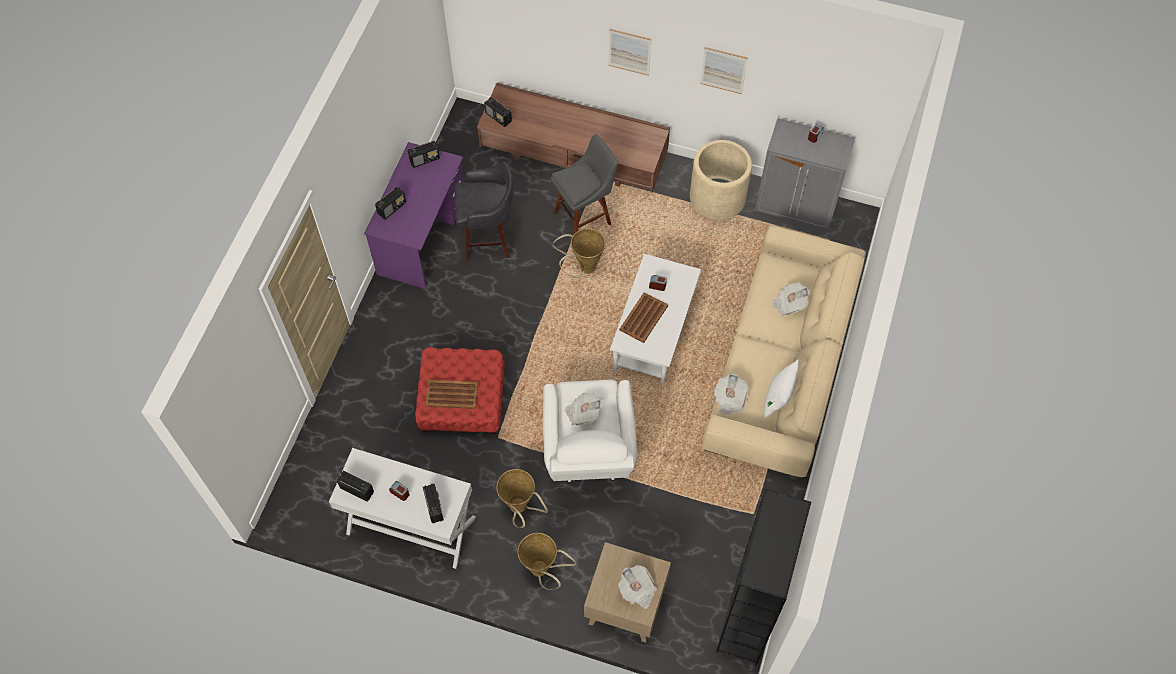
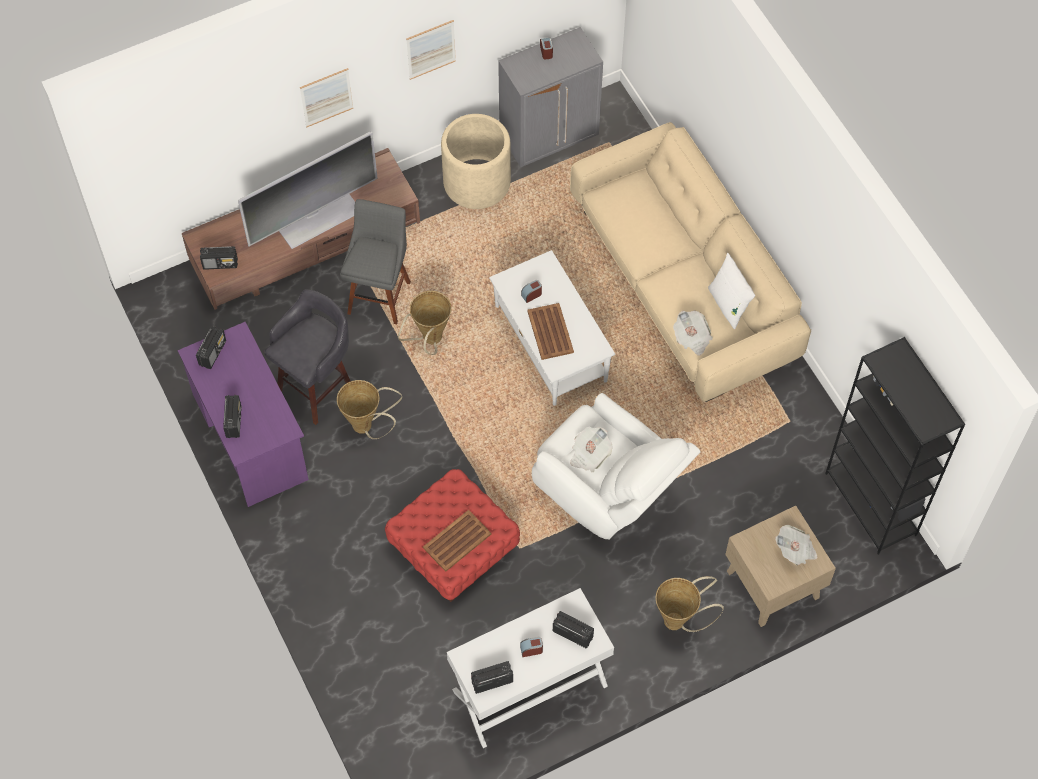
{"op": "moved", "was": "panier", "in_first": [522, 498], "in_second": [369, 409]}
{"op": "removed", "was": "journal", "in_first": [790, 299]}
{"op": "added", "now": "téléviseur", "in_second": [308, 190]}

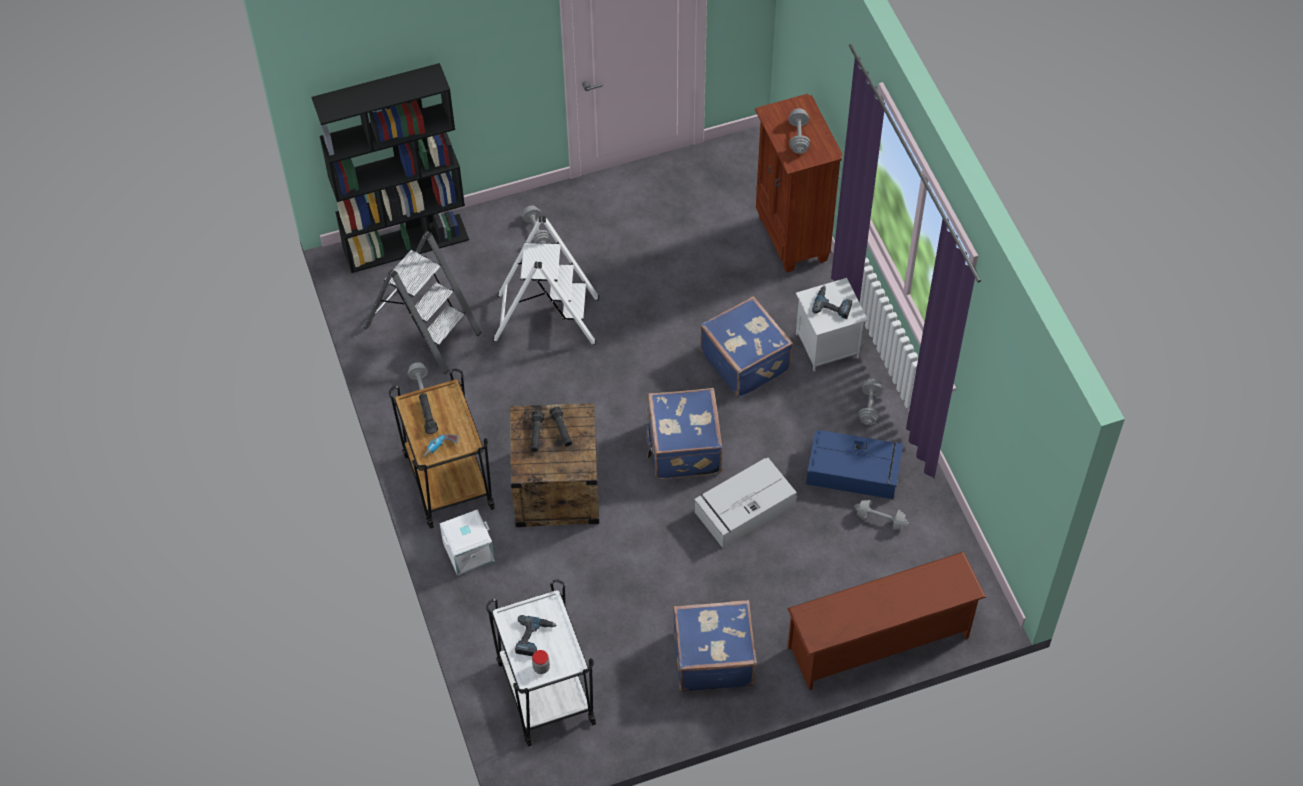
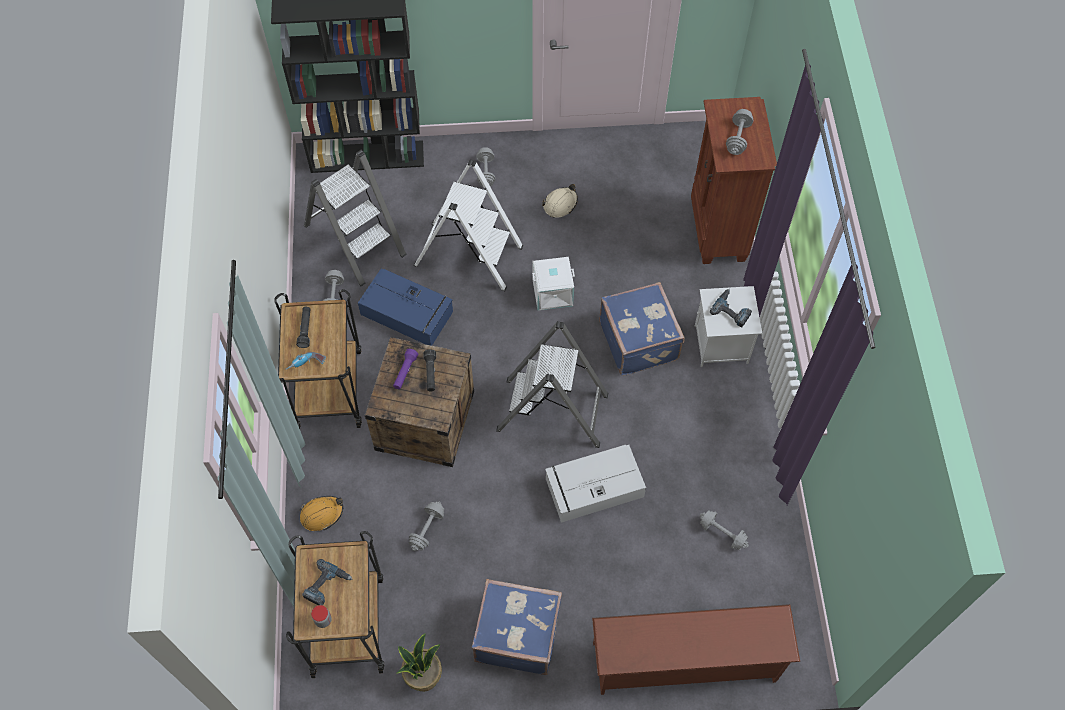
{"op": "moved", "was": "boîte de rangement (blanc)", "in_first": [467, 542], "in_second": [553, 284]}
{"op": "recoloured", "was": "chariot (blanc)", "now": "chariot (marron)", "in_first": [541, 662], "in_second": [335, 604]}
{"op": "recoloured", "was": "lampe de poche (noir)", "now": "lampe de poche (violet)", "in_first": [537, 431], "in_second": [405, 369]}
{"op": "replaced", "was": "valise (bleu)", "now": "escabeau (gris)", "in_first": [684, 433], "in_second": [552, 384]}
{"op": "moved", "was": "boîte de rangement (bleu)", "in_first": [854, 464], "in_second": [405, 307]}
{"op": "moved", "was": "haltère (gris)", "in_first": [870, 402], "in_second": [426, 526]}
{"op": "added", "now": "casque de chantier (orange)", "in_second": [321, 513]}
{"op": "added", "now": "plante en pot", "in_second": [419, 662]}
{"op": "added", "now": "casque de chantier (beige)", "in_second": [560, 201]}

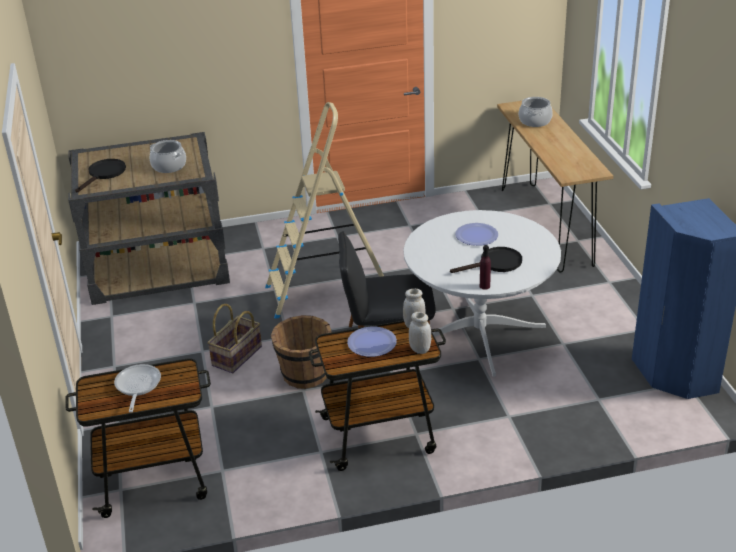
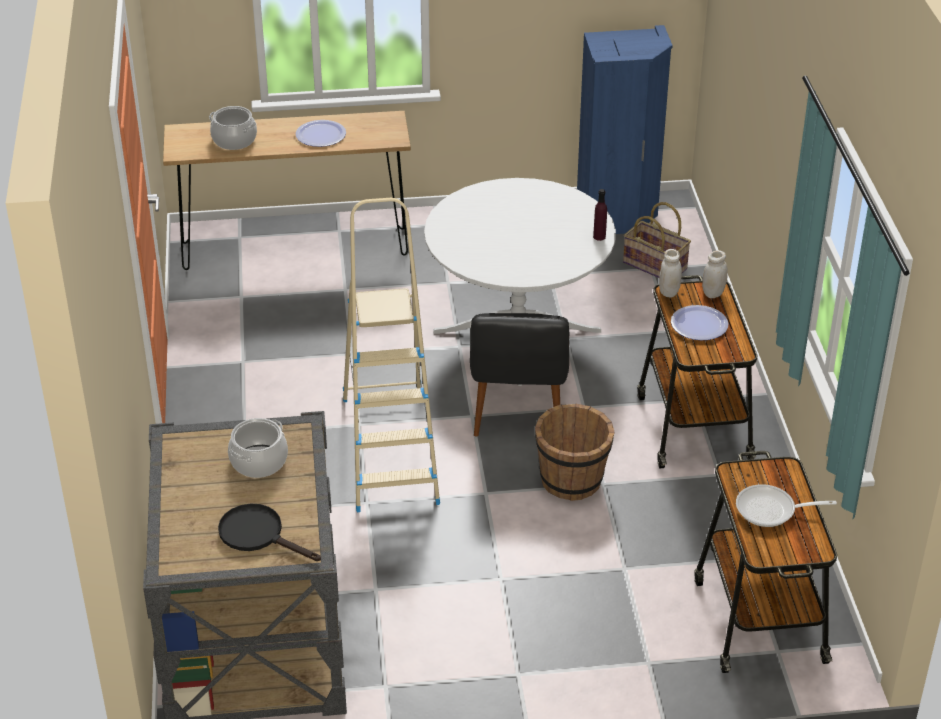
{"op": "moved", "was": "panier", "in_first": [234, 338], "in_second": [657, 240]}
{"op": "removed", "was": "poêle (noir)", "in_first": [486, 260]}
{"op": "moved", "was": "assiette", "in_first": [476, 234], "in_second": [321, 133]}

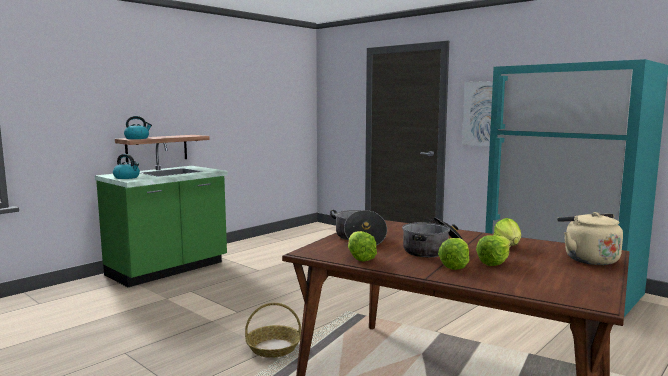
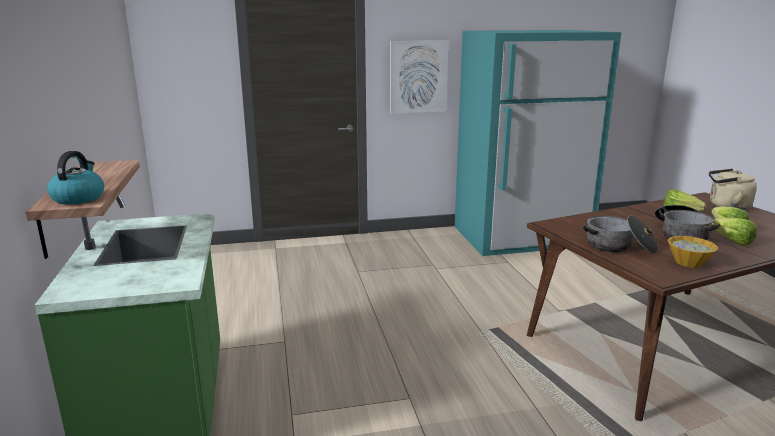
{"op": "removed", "was": "bouilloire", "in_first": [126, 166]}
{"op": "removed", "was": "panier", "in_first": [273, 330]}
{"op": "replaced", "was": "laitue", "now": "bol", "in_first": [362, 246], "in_second": [692, 252]}

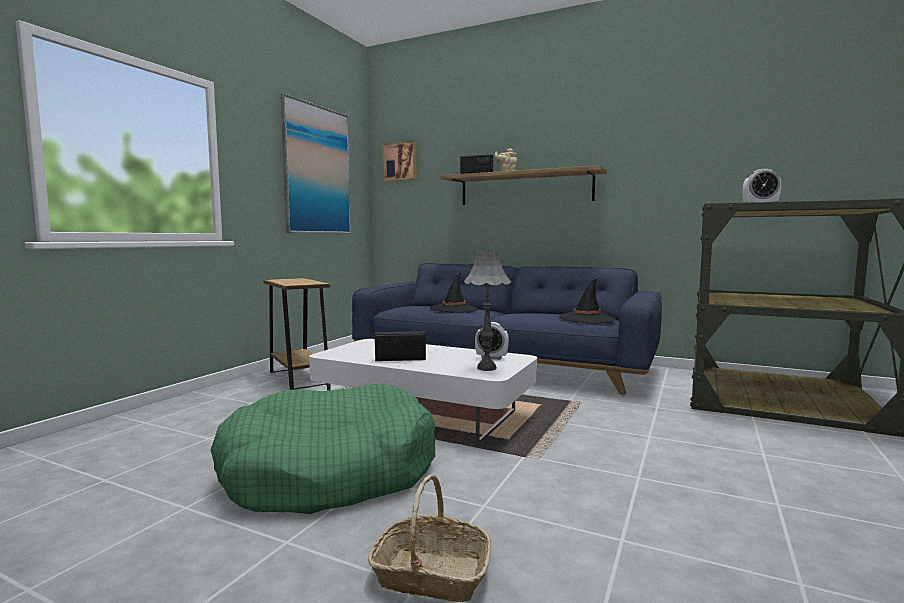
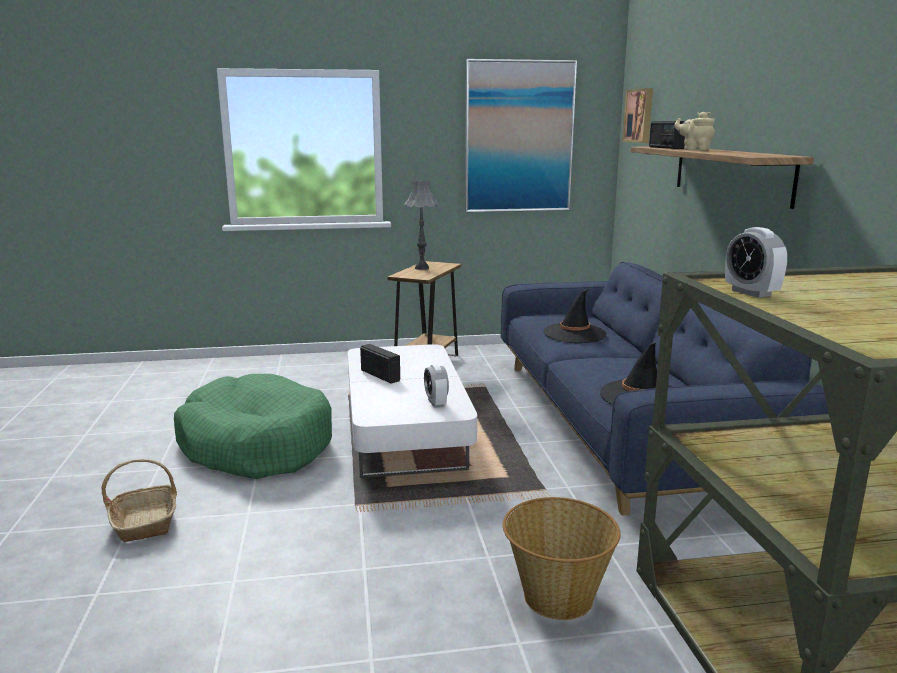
{"op": "moved", "was": "lampe de table (gris)", "in_first": [487, 311], "in_second": [421, 225]}
{"op": "added", "now": "panier", "in_second": [561, 558]}

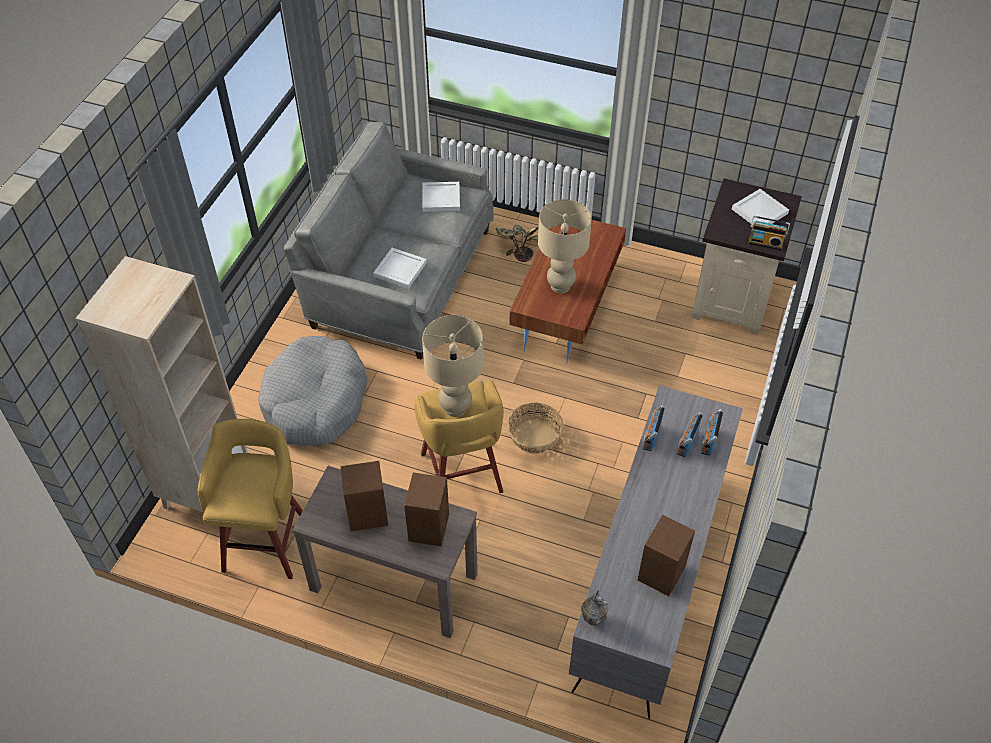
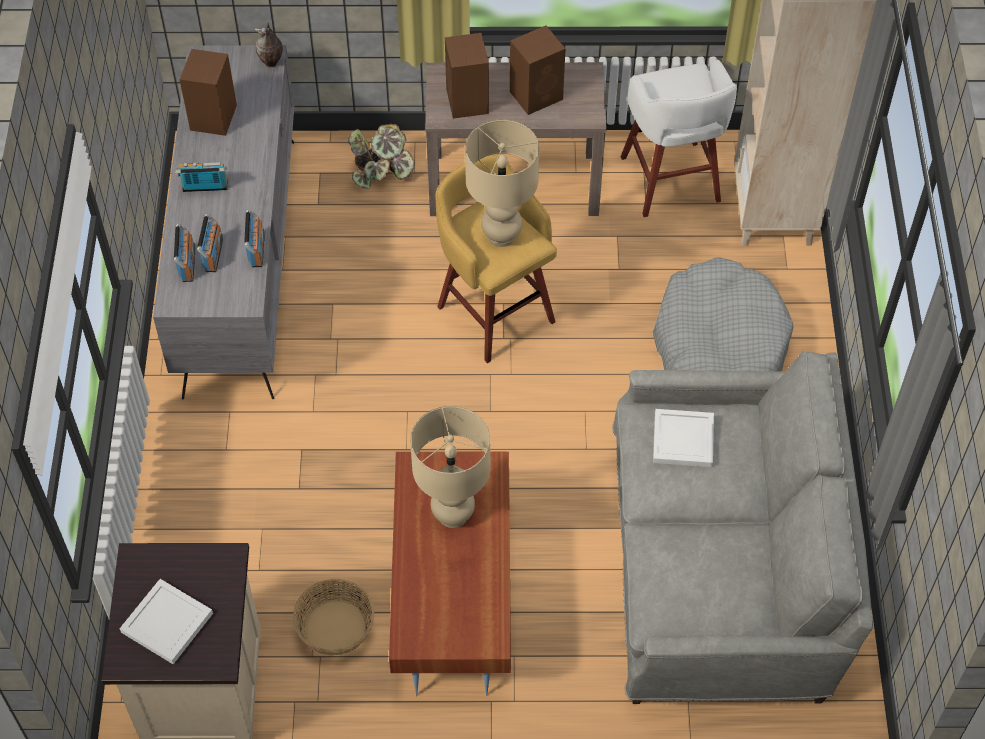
{"op": "recoloured", "was": "tabouret (jaune)", "now": "tabouret (blanc)", "in_first": [250, 499], "in_second": [679, 138]}
{"op": "removed", "was": "plateau (blanc)", "in_first": [441, 197]}
{"op": "moved", "was": "plante en pot", "in_first": [517, 243], "in_second": [381, 156]}
{"op": "moved", "was": "panier", "in_first": [535, 428], "in_second": [334, 617]}
{"op": "moved", "was": "radio", "in_first": [769, 233], "in_second": [201, 177]}

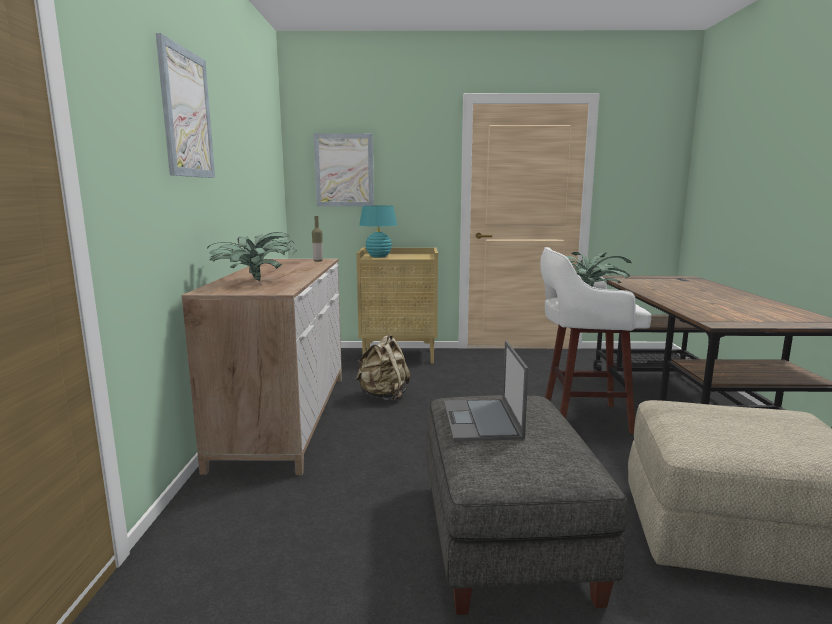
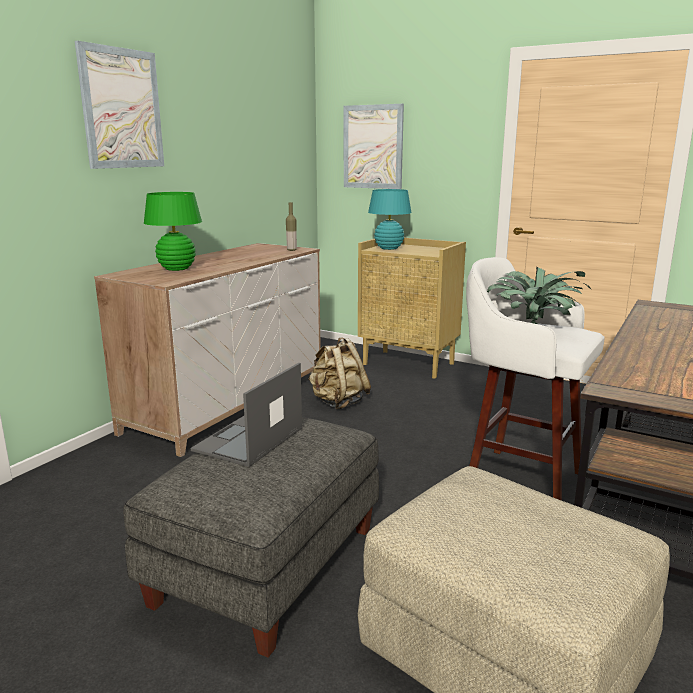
{"op": "replaced", "was": "plante en pot", "now": "lampe de table (vert)", "in_first": [252, 256], "in_second": [173, 231]}

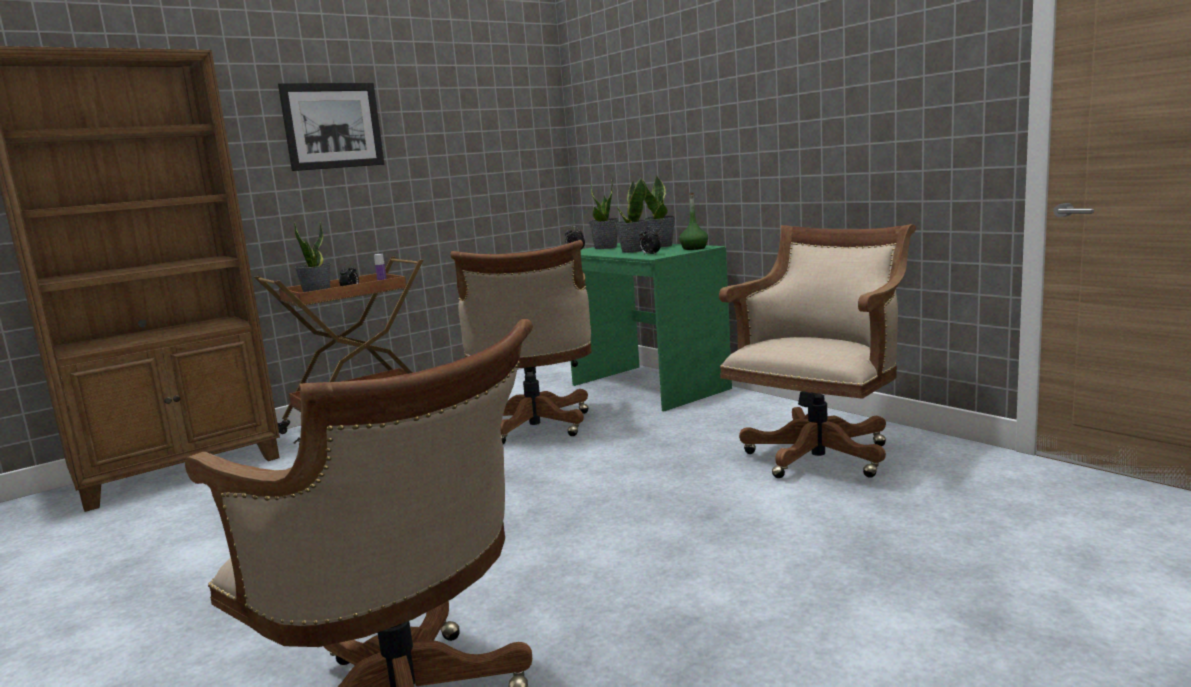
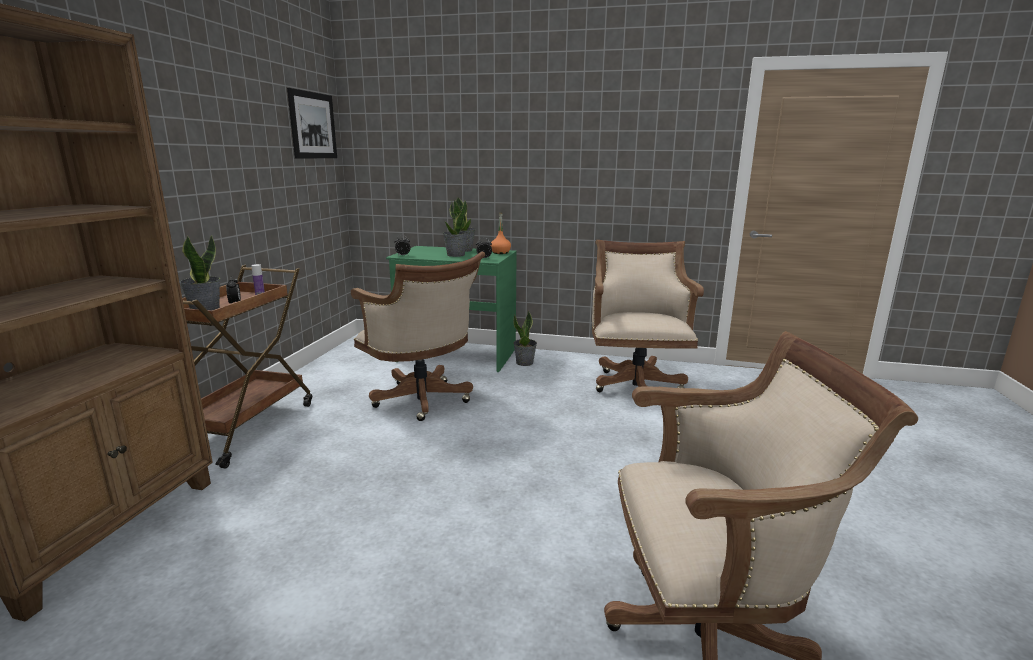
{"op": "moved", "was": "tableau", "in_first": [331, 127], "in_second": [312, 123]}
{"op": "moved", "was": "plante en pot", "in_first": [603, 213], "in_second": [525, 338]}
{"op": "recoloured", "was": "bouteille (vert)", "now": "bouteille (orange)", "in_first": [693, 221], "in_second": [501, 233]}

